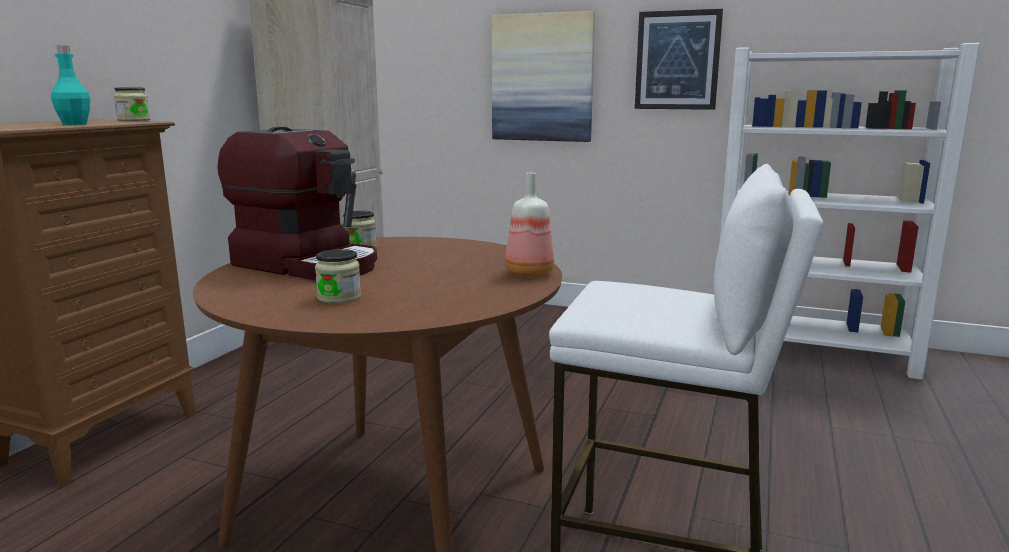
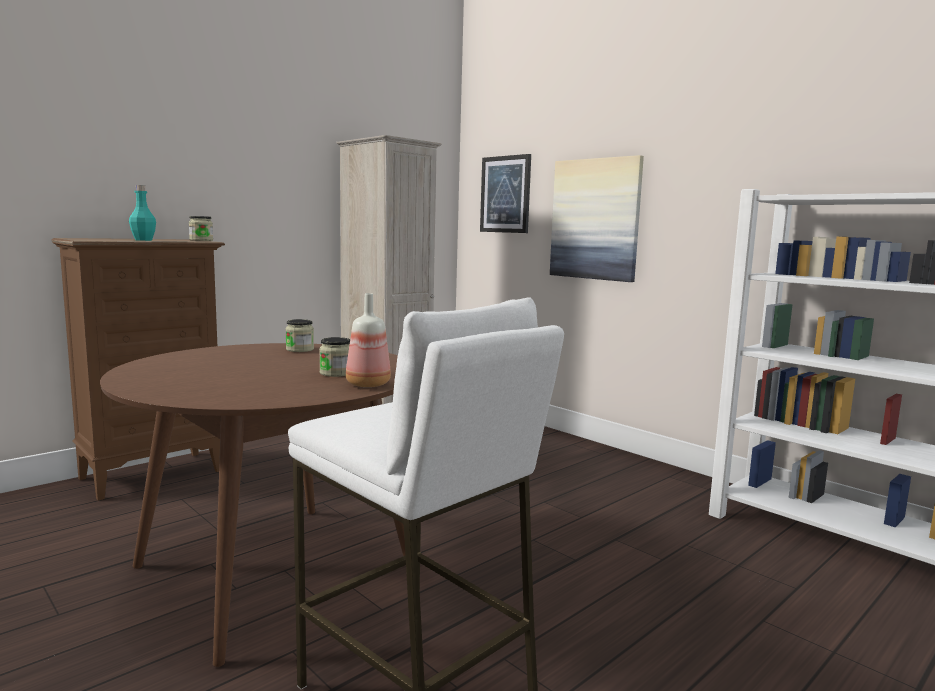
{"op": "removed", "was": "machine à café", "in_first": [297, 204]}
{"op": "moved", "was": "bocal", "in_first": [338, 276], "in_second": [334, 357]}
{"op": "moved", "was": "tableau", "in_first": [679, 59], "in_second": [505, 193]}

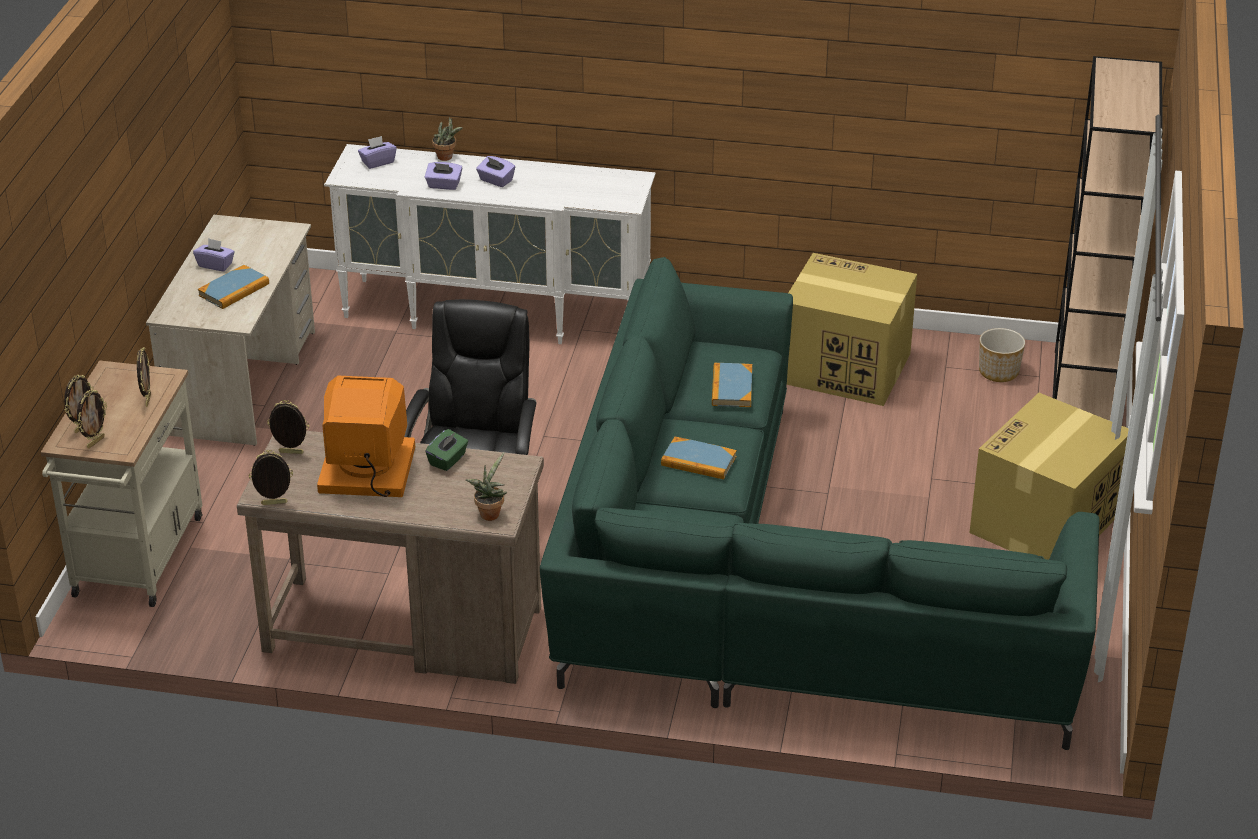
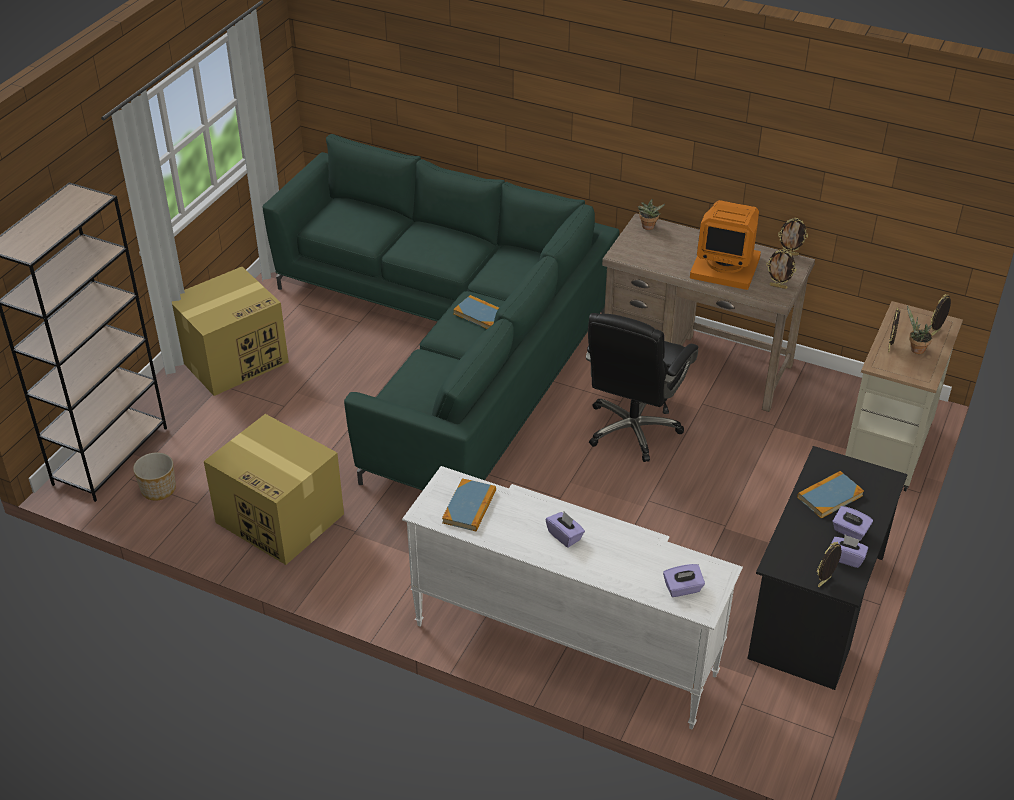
{"op": "moved", "was": "cadre photo", "in_first": [92, 418], "in_second": [829, 564]}
{"op": "recoloured", "was": "bureau (beige)", "now": "bureau (noir)", "in_first": [230, 330], "in_second": [827, 568]}
{"op": "moved", "was": "boîte à mouchoirs (violet)", "in_first": [443, 176], "in_second": [849, 551]}
{"op": "removed", "was": "boîte à mouchoirs (vert)", "in_first": [446, 450]}
{"op": "moved", "was": "plante en pot", "in_first": [447, 139], "in_second": [919, 330]}
{"op": "moved", "was": "livre", "in_first": [732, 385], "in_second": [469, 504]}

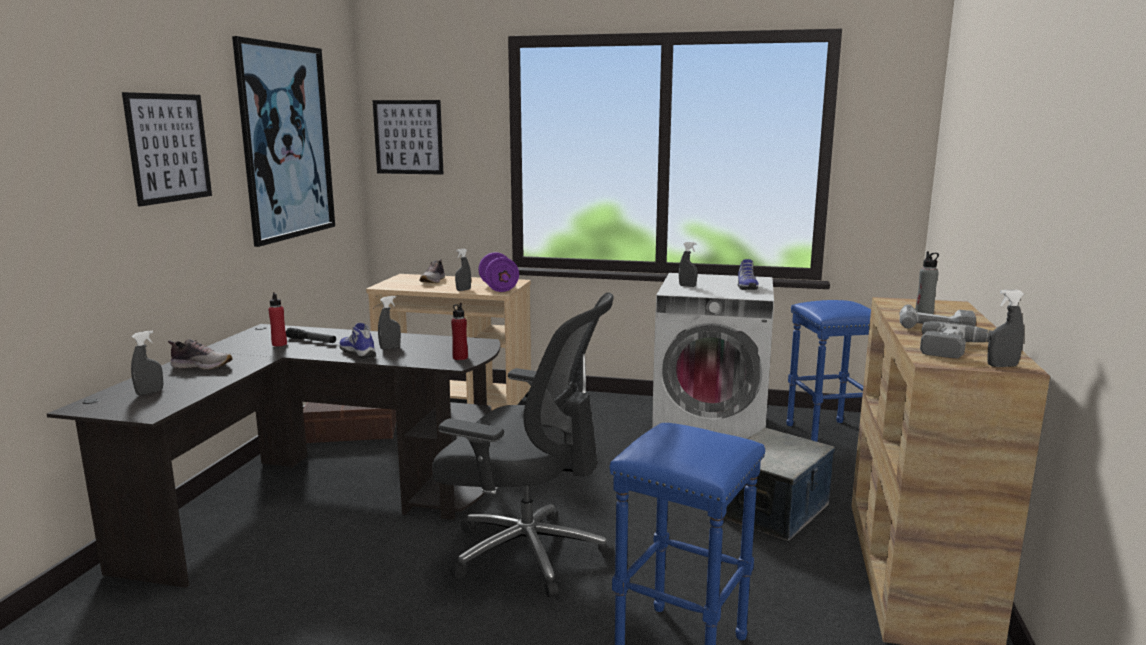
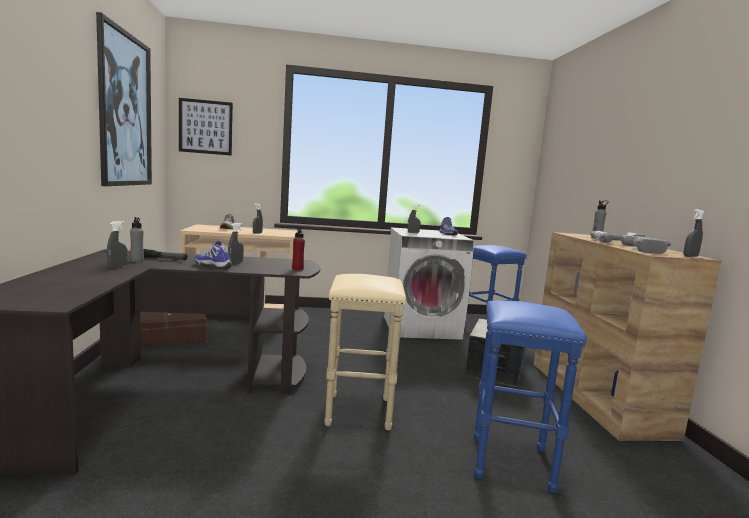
{"op": "removed", "was": "tableau", "in_first": [167, 149]}
{"op": "moved", "was": "vaporisateur (gris)", "in_first": [147, 363], "in_second": [117, 244]}
{"op": "removed", "was": "chaussure", "in_first": [200, 354]}
{"op": "recoloured", "was": "bouteille (rouge)", "now": "bouteille (gris)", "in_first": [277, 319], "in_second": [137, 239]}
{"op": "replaced", "was": "chaise de bureau", "now": "tabouret (beige)", "in_first": [523, 445], "in_second": [365, 352]}
{"op": "removed", "was": "haltère (violet)", "in_first": [499, 272]}

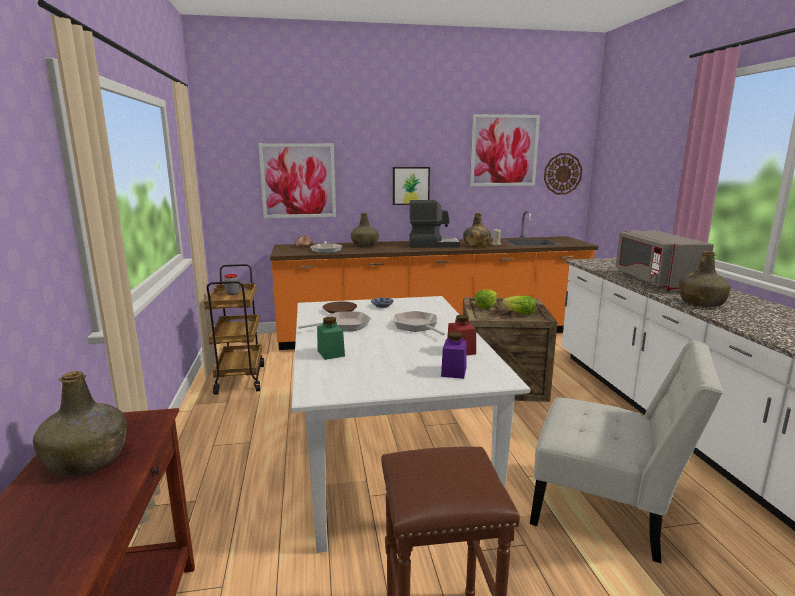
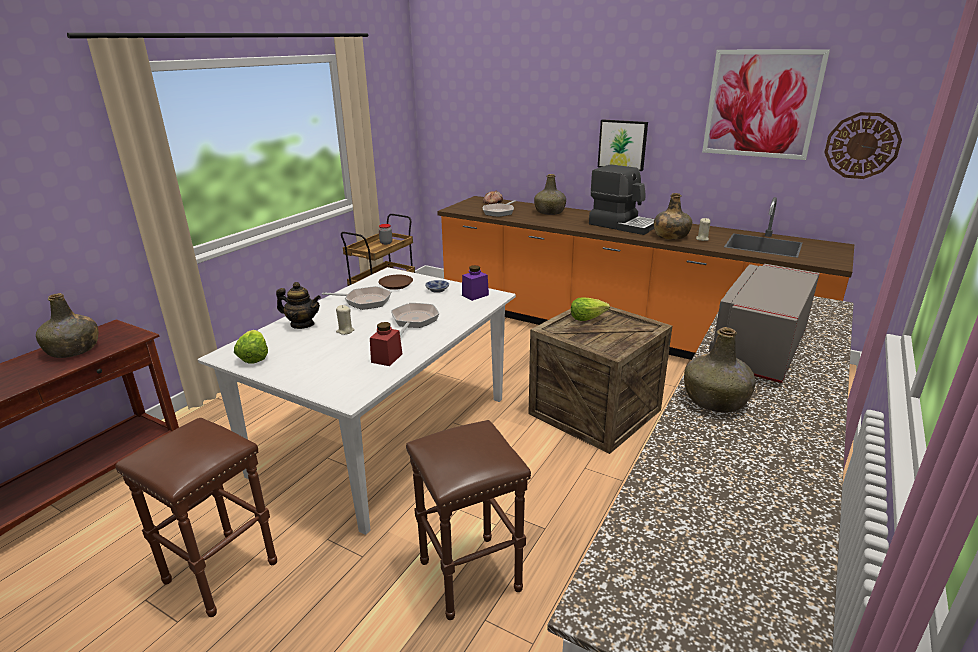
{"op": "removed", "was": "tableau", "in_first": [297, 180]}
{"op": "replaced", "was": "bocal (vert)", "now": "théière", "in_first": [331, 338], "in_second": [298, 305]}
{"op": "moved", "was": "bocal (violet)", "in_first": [454, 355], "in_second": [475, 283]}
{"op": "moved", "was": "laitue", "in_first": [519, 305], "in_second": [251, 347]}
{"op": "replaced", "was": "chaise (blanc)", "now": "tabouret (marron)", "in_first": [626, 452], "in_second": [468, 520]}
{"op": "added", "now": "bougie (beige)", "in_second": [345, 320]}

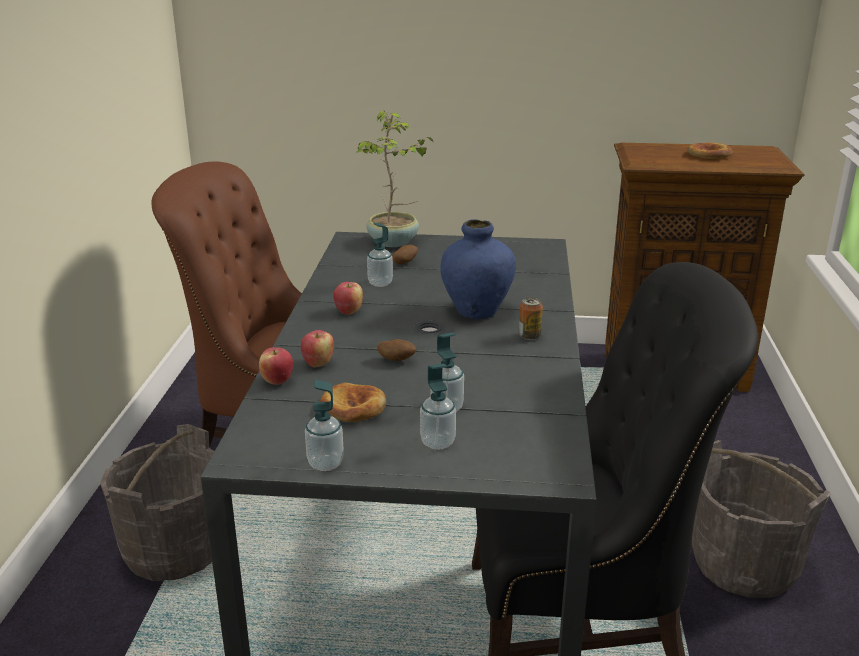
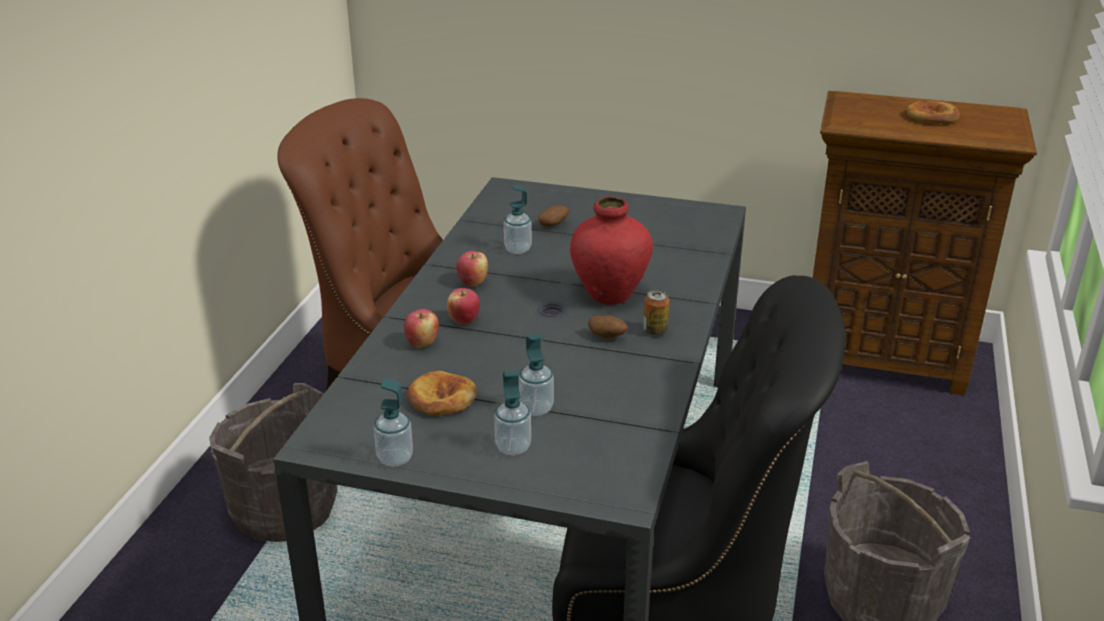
{"op": "moved", "was": "pomme", "in_first": [276, 366], "in_second": [463, 306]}
{"op": "removed", "was": "plante en pot", "in_first": [394, 179]}
{"op": "moved", "was": "pomme de terre", "in_first": [397, 350], "in_second": [607, 326]}
{"op": "recoloured", "was": "vase (bleu)", "now": "vase (rouge)", "in_first": [478, 269], "in_second": [611, 250]}

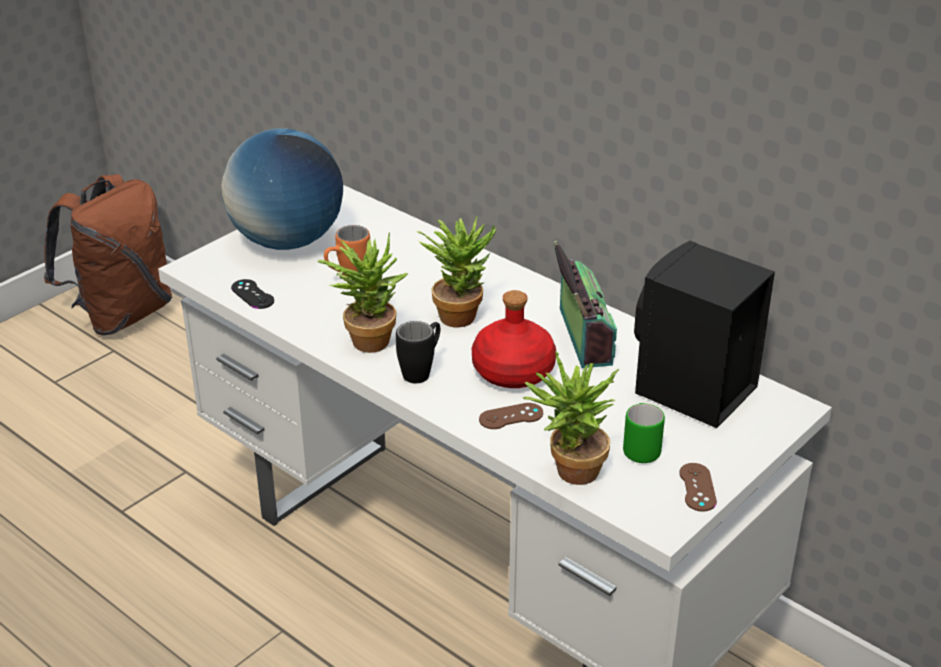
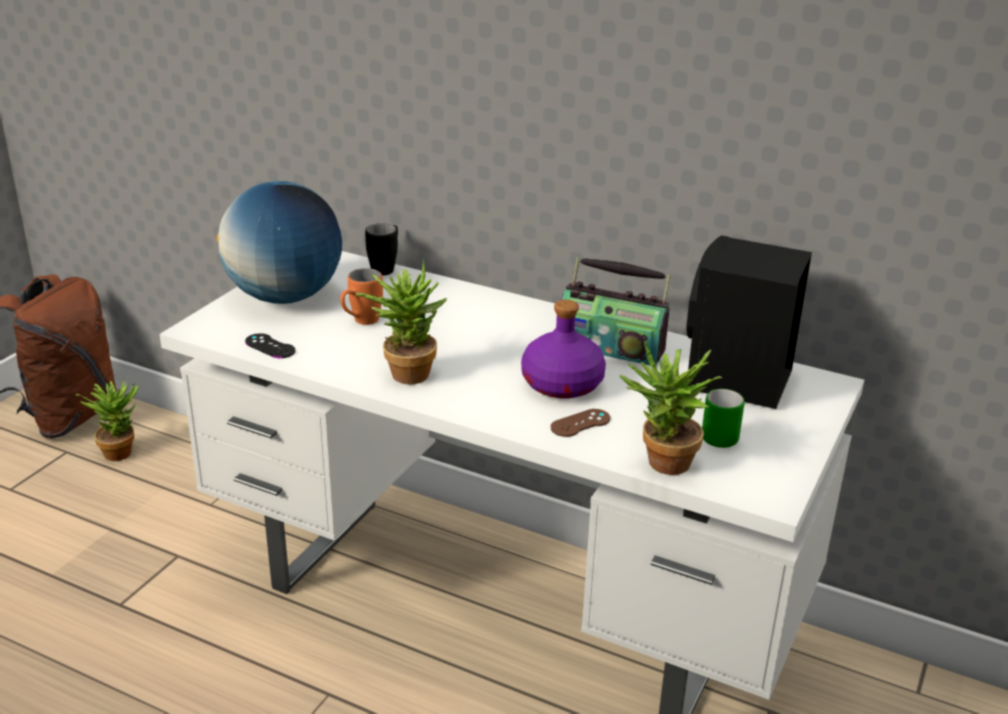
{"op": "moved", "was": "mug (noir)", "in_first": [418, 352], "in_second": [381, 249]}
{"op": "moved", "was": "plante en pot", "in_first": [457, 271], "in_second": [107, 419]}
{"op": "recoloured", "was": "bouteille (rouge)", "now": "bouteille (violet)", "in_first": [514, 339], "in_second": [563, 349]}
{"op": "turned", "was": "radio", "in_first": [585, 304], "in_second": [616, 311], "clockwise": 135}
{"op": "removed", "was": "manette (marron)", "in_first": [698, 487]}

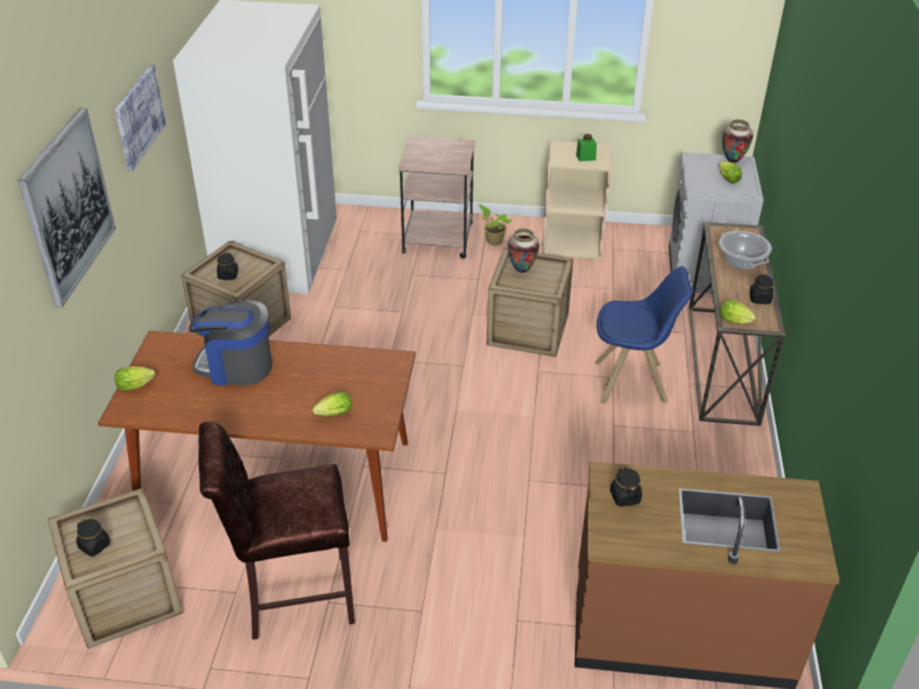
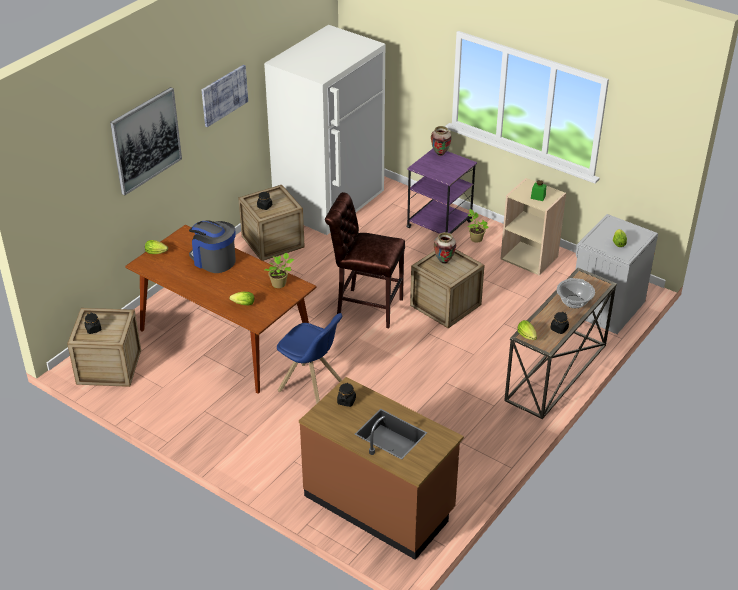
{"op": "moved", "was": "tabouret (marron)", "in_first": [276, 530], "in_second": [365, 260]}
{"op": "recoloured", "was": "chariot (marron)", "now": "chariot (violet)", "in_first": [436, 197], "in_second": [442, 191]}
{"op": "moved", "was": "chaise (bleu)", "in_first": [643, 335], "in_second": [309, 358]}
{"op": "moved", "was": "vase", "in_first": [737, 141], "in_second": [441, 141]}
{"op": "added", "now": "plante en pot", "in_second": [279, 270]}

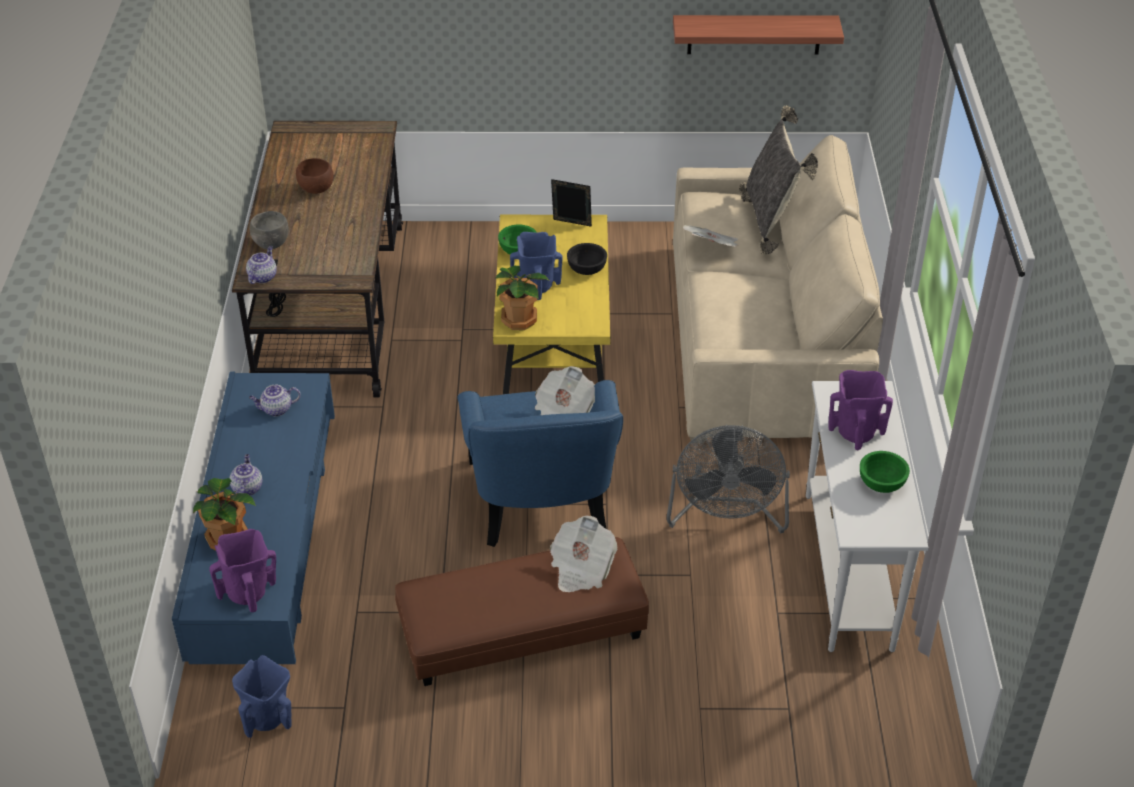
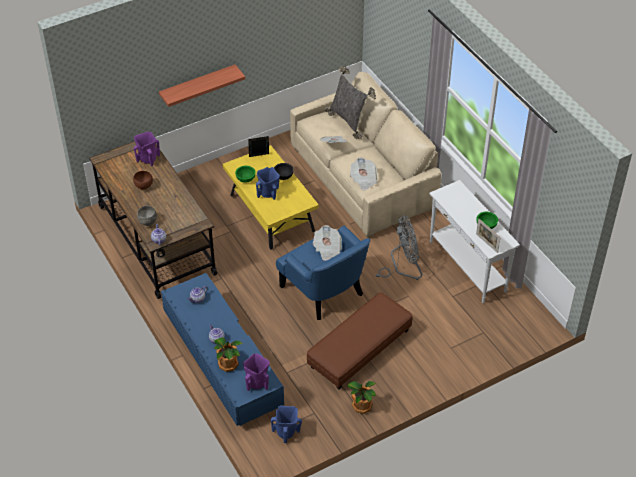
{"op": "moved", "was": "plante en pot", "in_first": [522, 298], "in_second": [362, 397]}
{"op": "moved", "was": "journal", "in_first": [583, 554], "in_second": [364, 174]}
{"op": "turned", "was": "ventilateur (gris)", "in_first": [728, 479], "in_second": [399, 247], "clockwise": -75}
{"op": "moved", "was": "étagère", "in_first": [758, 34], "in_second": [202, 86]}
{"op": "moved", "was": "vase (violet)", "in_first": [860, 410], "in_second": [147, 148]}
{"op": "added", "now": "cadre photo", "in_second": [488, 235]}

